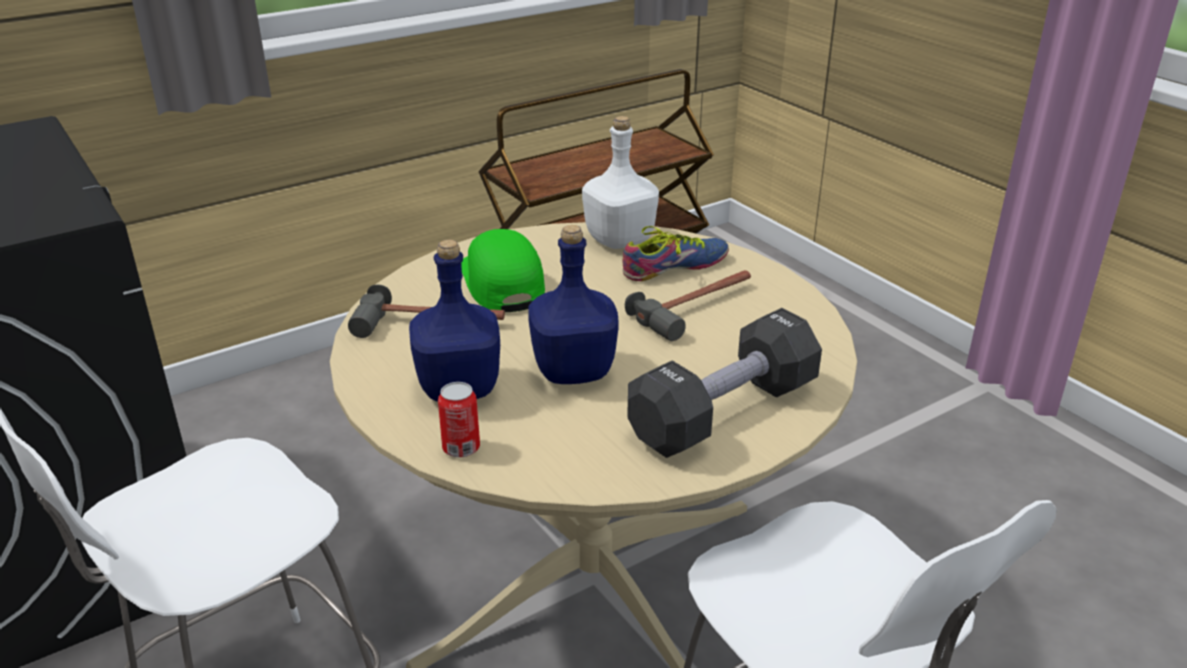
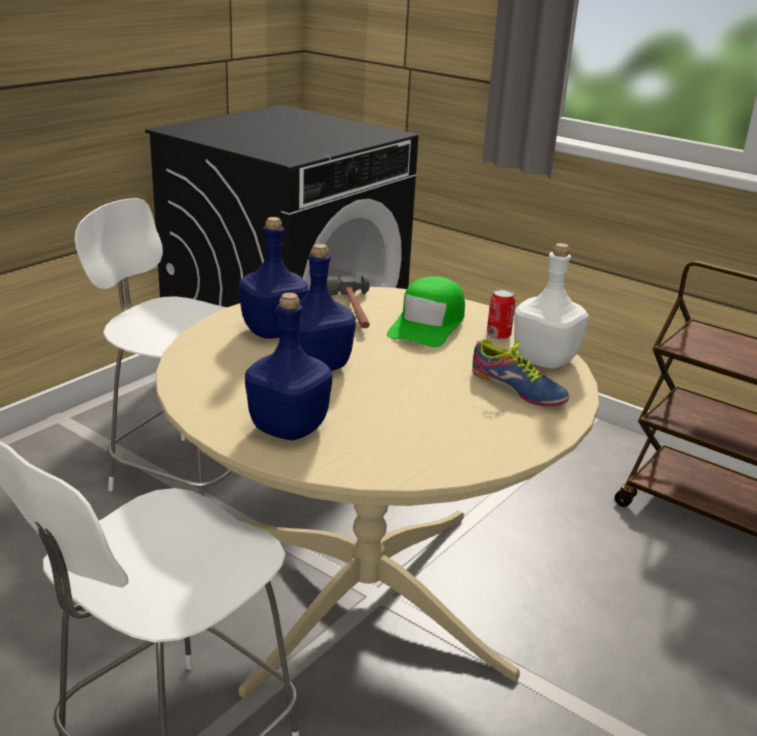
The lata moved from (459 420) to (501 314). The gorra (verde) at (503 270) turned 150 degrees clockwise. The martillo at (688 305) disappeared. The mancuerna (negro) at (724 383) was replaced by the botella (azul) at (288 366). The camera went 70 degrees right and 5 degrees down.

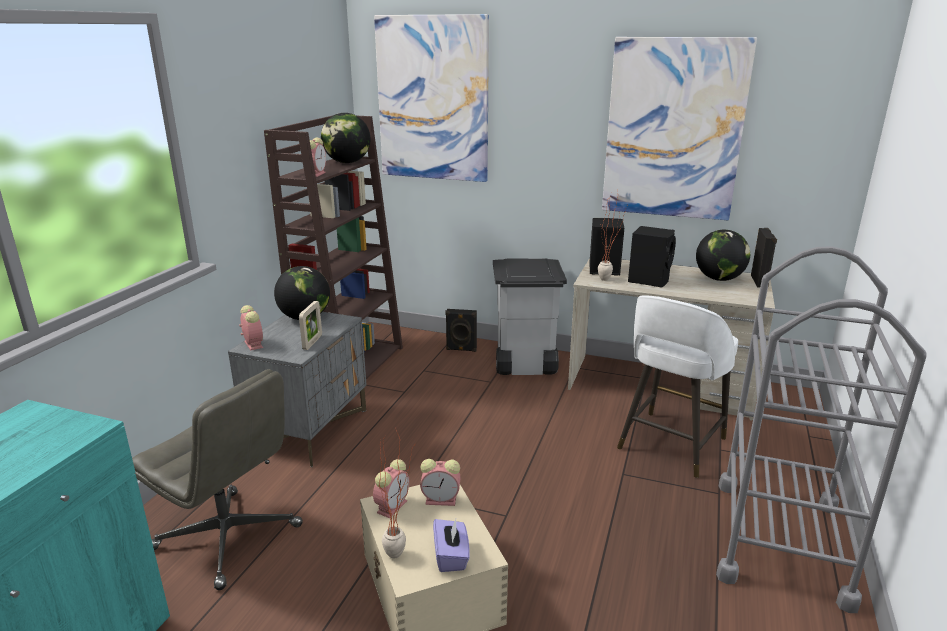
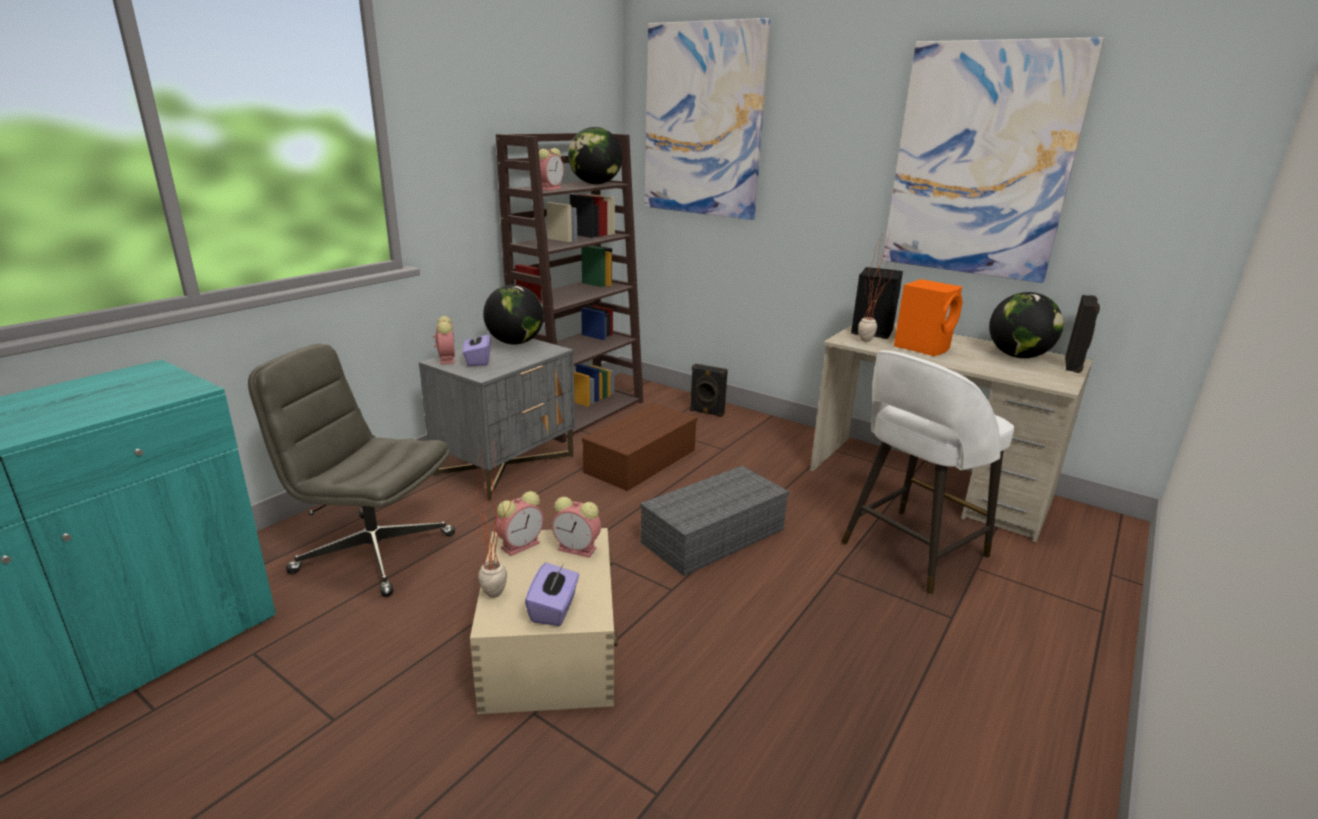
The silla de oficina (gris) at (217 479) turned 150 degrees clockwise. The portarretratos at (310 325) disappeared. The papelera (gris) at (530 316) disappeared. The altavoz (negro) at (652 257) became the altavoz (naranja) at (928 317). The carrito (gris) at (821 429) disappeared. The caja de pañuelos (morado) at (476 347) appeared. The caja de almacenaje (marrón) at (640 447) appeared. The caja de almacenaje (gris) at (714 521) appeared. The camera went 15 degrees right and 0 degrees up.

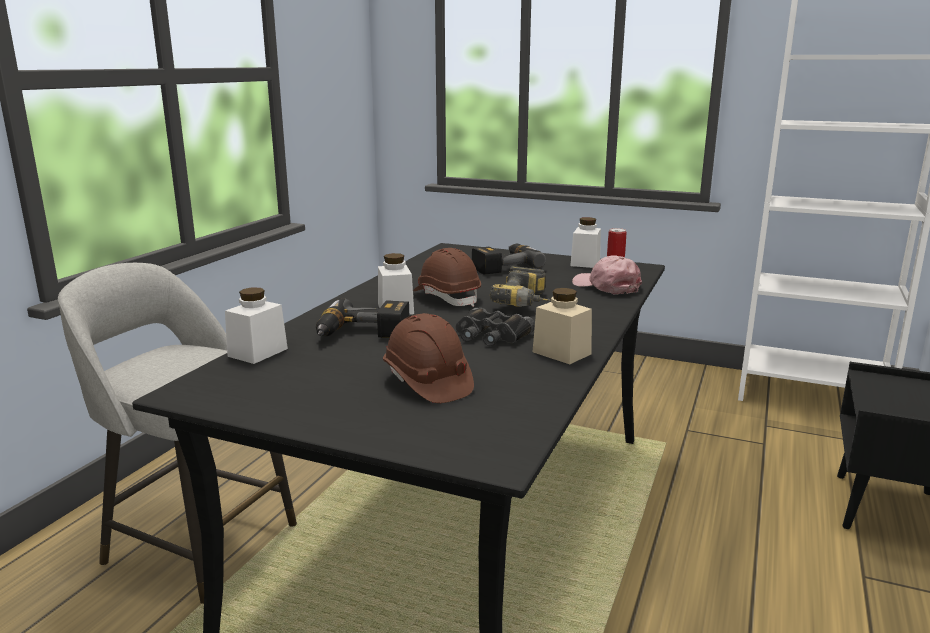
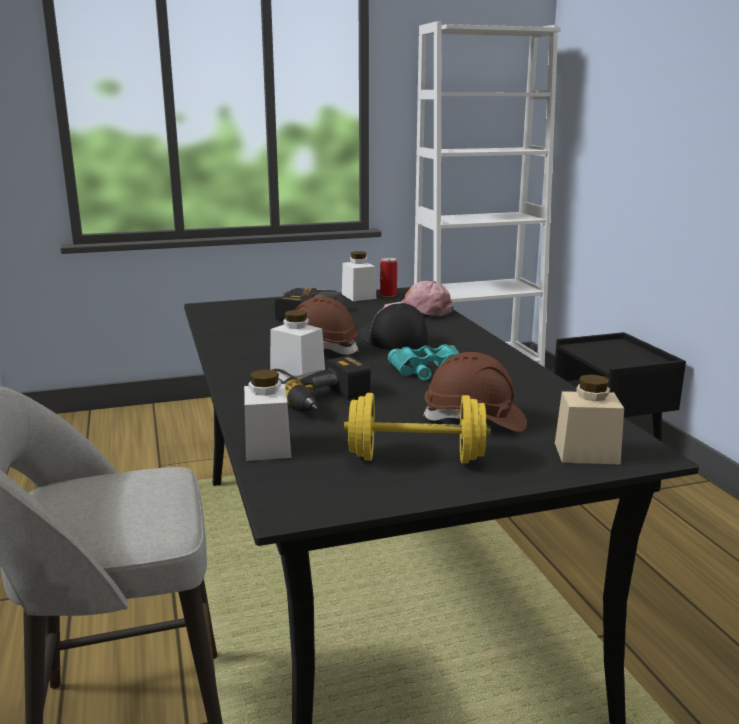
The prismáticos (negro) at (495 327) became the prismáticos (turquesa) at (424 362). The taladro at (520 286) was replaced by the gorra at (393 326). The tarro (beis) moved from (562 326) to (589 419). The mancuerna (amarillo) at (417 428) appeared. The camera went 40 degrees left and 0 degrees up.

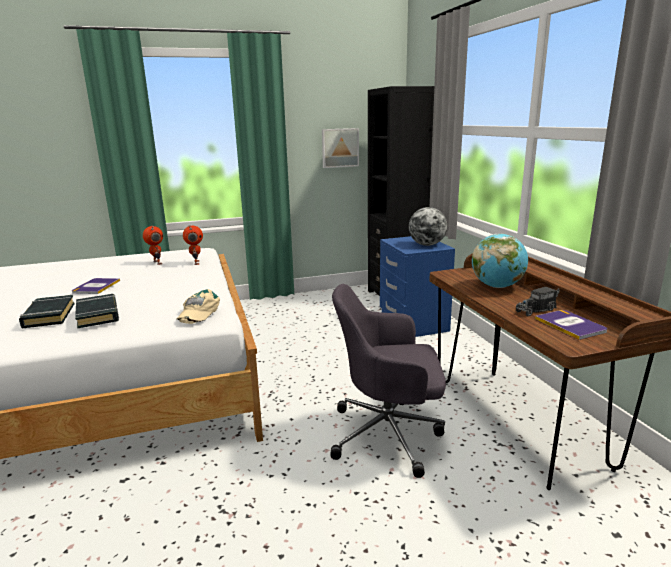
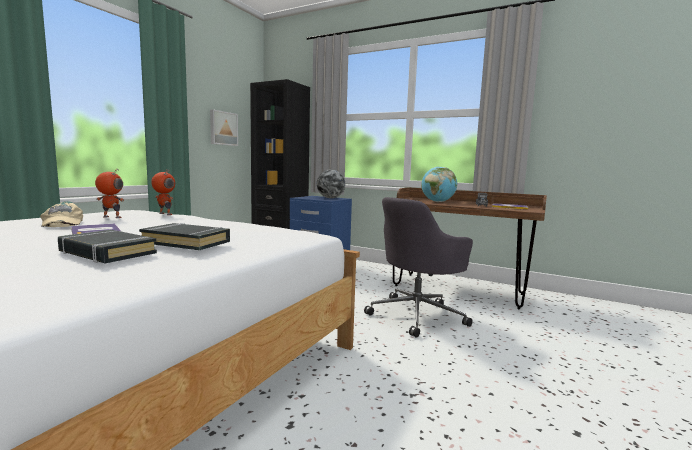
The gorra (beis) moved from (198 306) to (61 214). The camera went 45 degrees left and 10 degrees down.

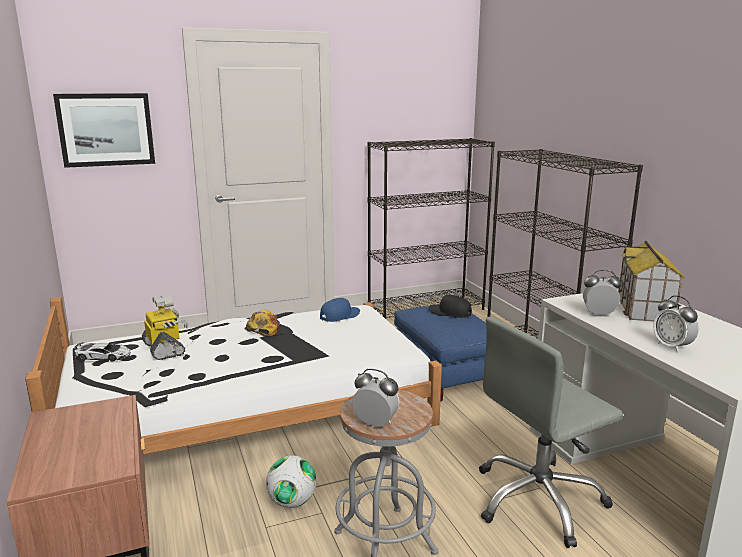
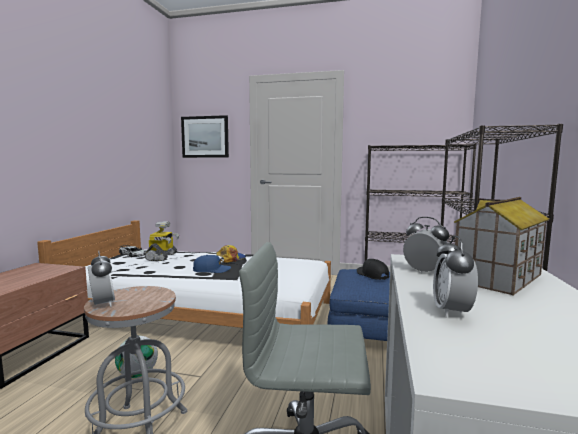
The gorra (azul) moved from (340 310) to (212 264). The camera went 35 degrees right and 10 degrees down.

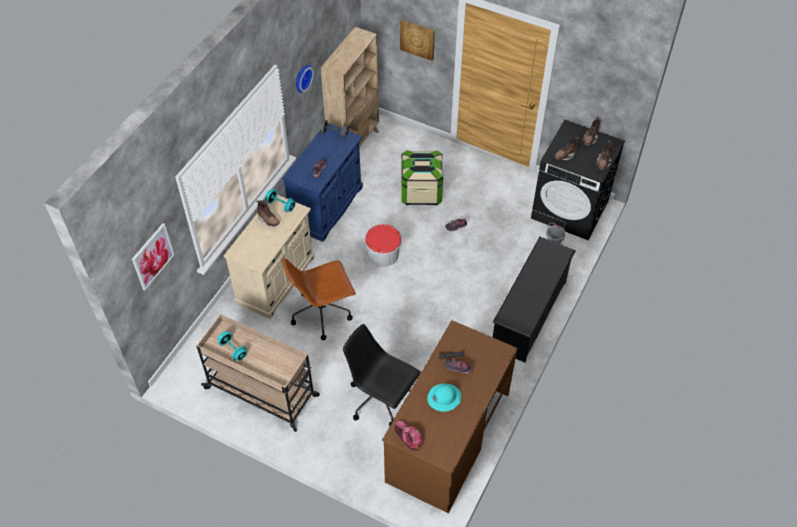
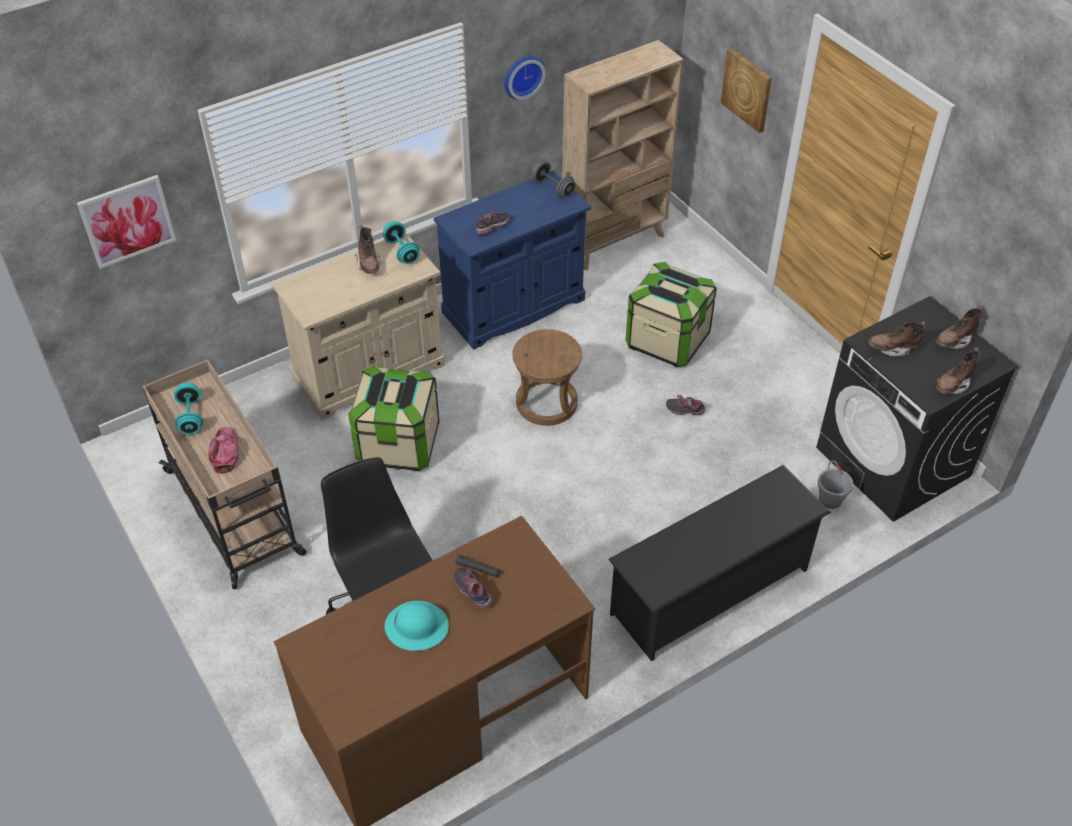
The silla de oficina (marrón) at (319 298) was replaced by the caja de almacenaje at (393 418). The cubo at (383 245) was replaced by the taburete (marrón) at (547 377). The gorra moved from (409 435) to (223 450). The camera went 30 degrees right and 5 degrees down.

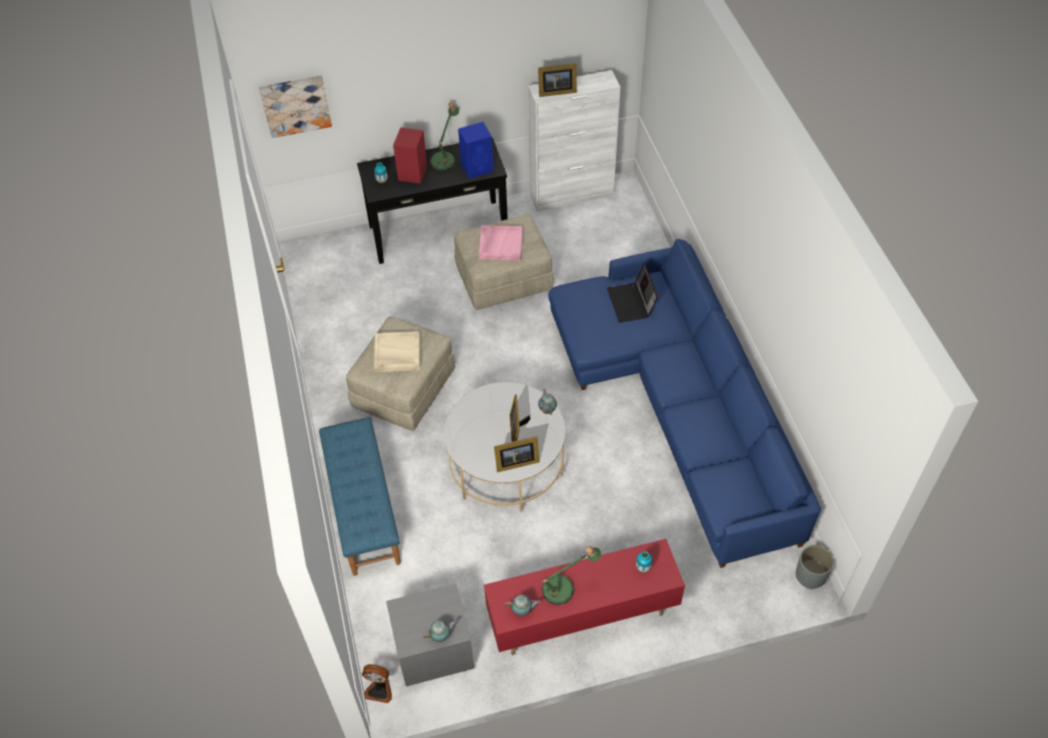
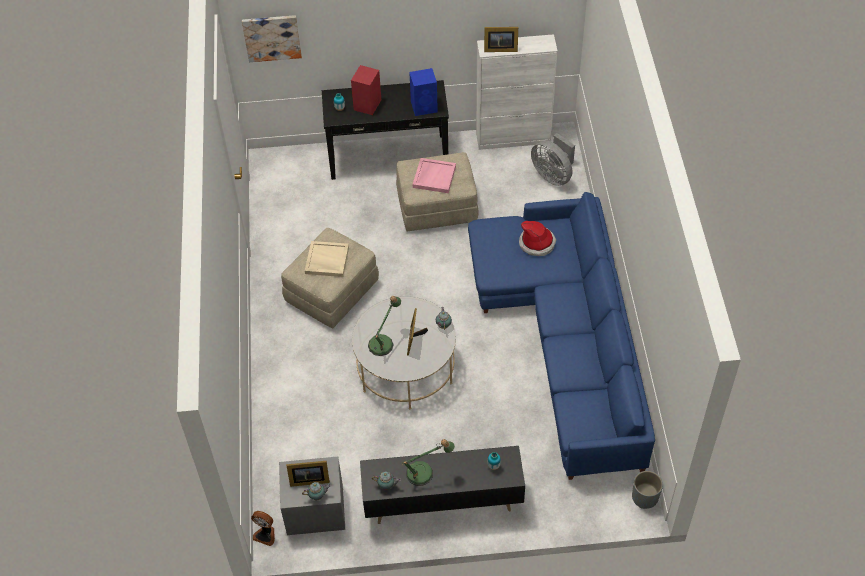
The banco (azul) at (360 496) disappeared. The lámpara de mesa moved from (444 136) to (384 326). The mueble de televisión (rojo) at (584 597) became the mueble de televisión (negro) at (442 485). The portarretratos moved from (516 454) to (308 474). The portátil at (632 293) was replaced by the sombrero at (537 238). The ventilador (gris) at (553 159) appeared. The camera went 10 degrees right and 0 degrees up.

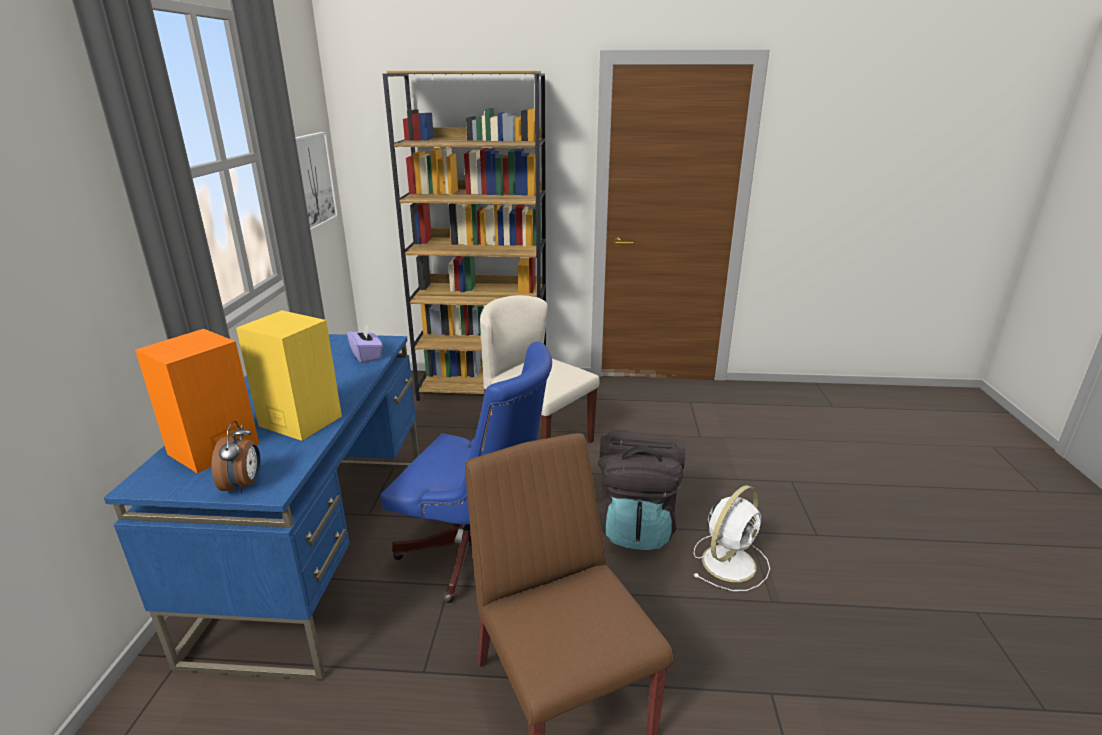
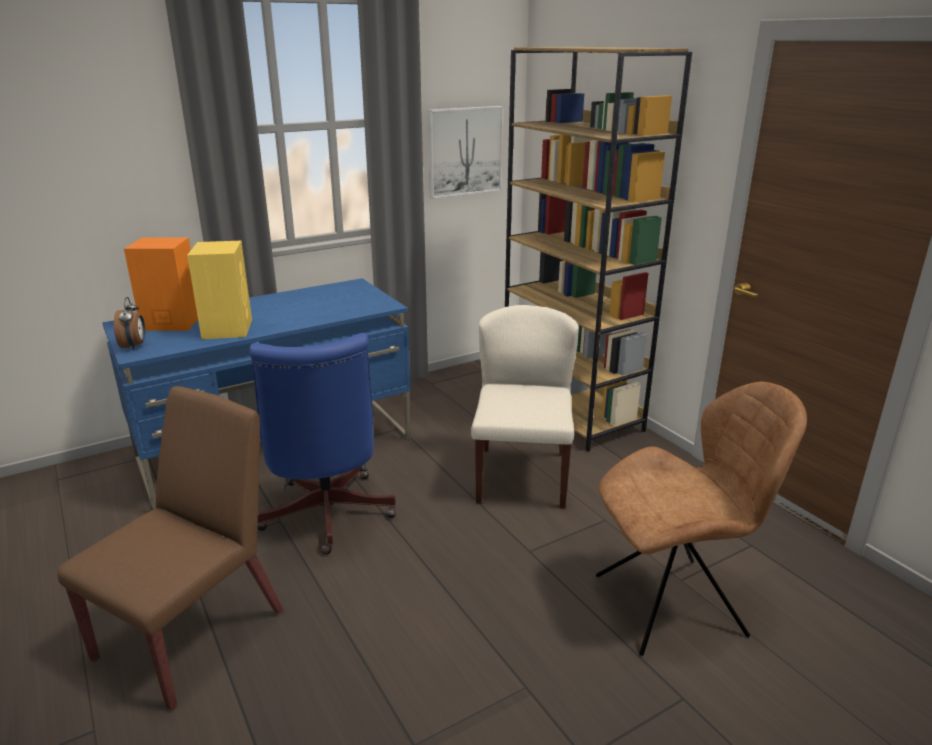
The despertador at (236 457) turned 60 degrees counterclockwise. The caja de pañuelos (morado) at (365 343) disappeared. The mochila (negro) at (641 490) disappeared. The ventilador (blanco) at (731 538) disappeared. The silla (marrón) at (701 519) appeared. The camera went 55 degrees right and 0 degrees up.

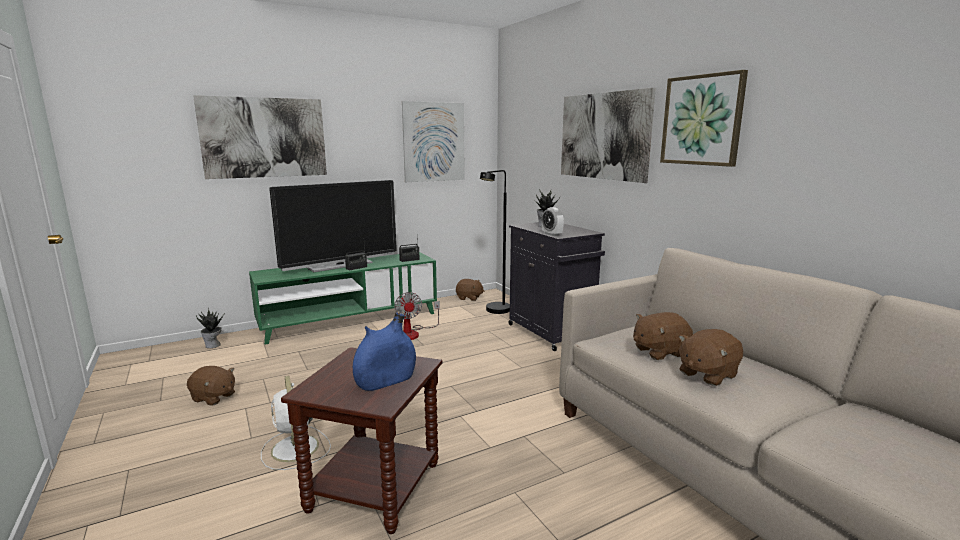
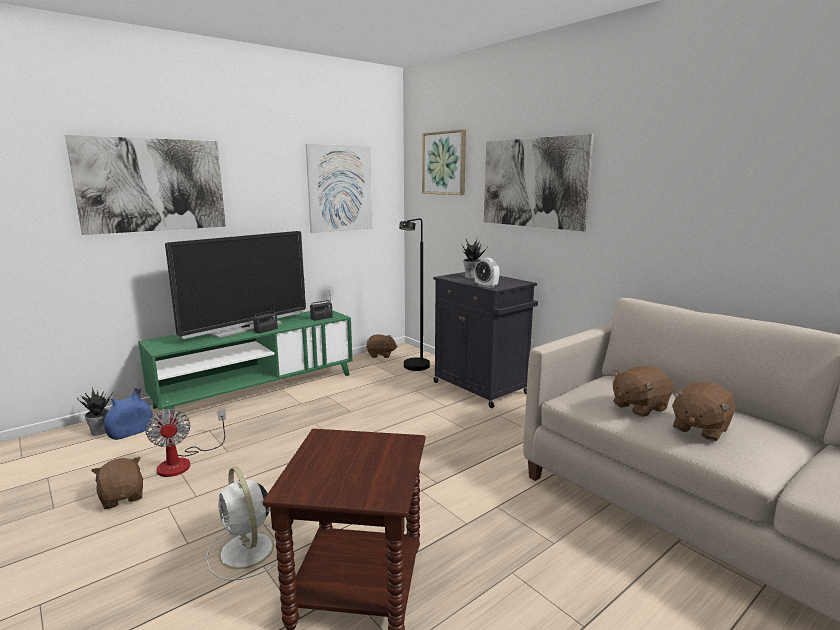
The peluche (marrón) at (211 386) turned 135 degrees counterclockwise. The florero (azul) moved from (384 351) to (128 414). The ventilador moved from (417 316) to (185 443). The cuadro moved from (704 118) to (444 162). The camera went 10 degrees left and 0 degrees up.

